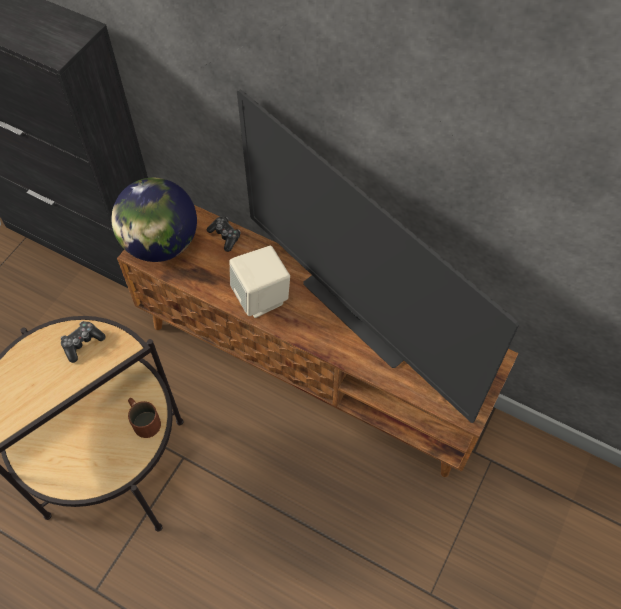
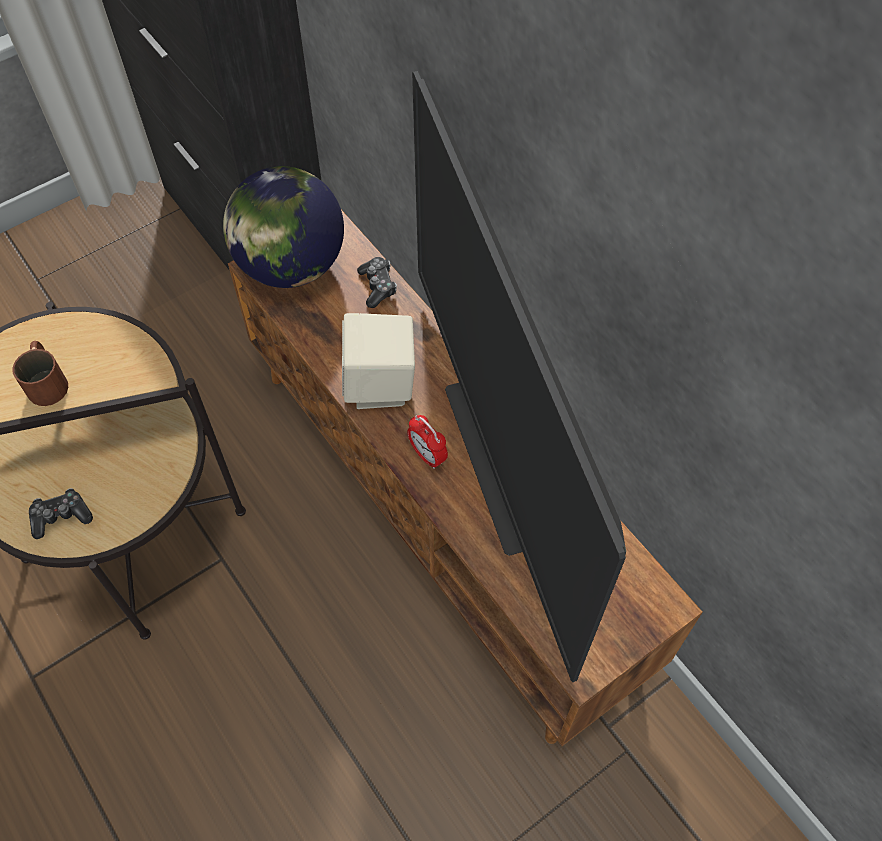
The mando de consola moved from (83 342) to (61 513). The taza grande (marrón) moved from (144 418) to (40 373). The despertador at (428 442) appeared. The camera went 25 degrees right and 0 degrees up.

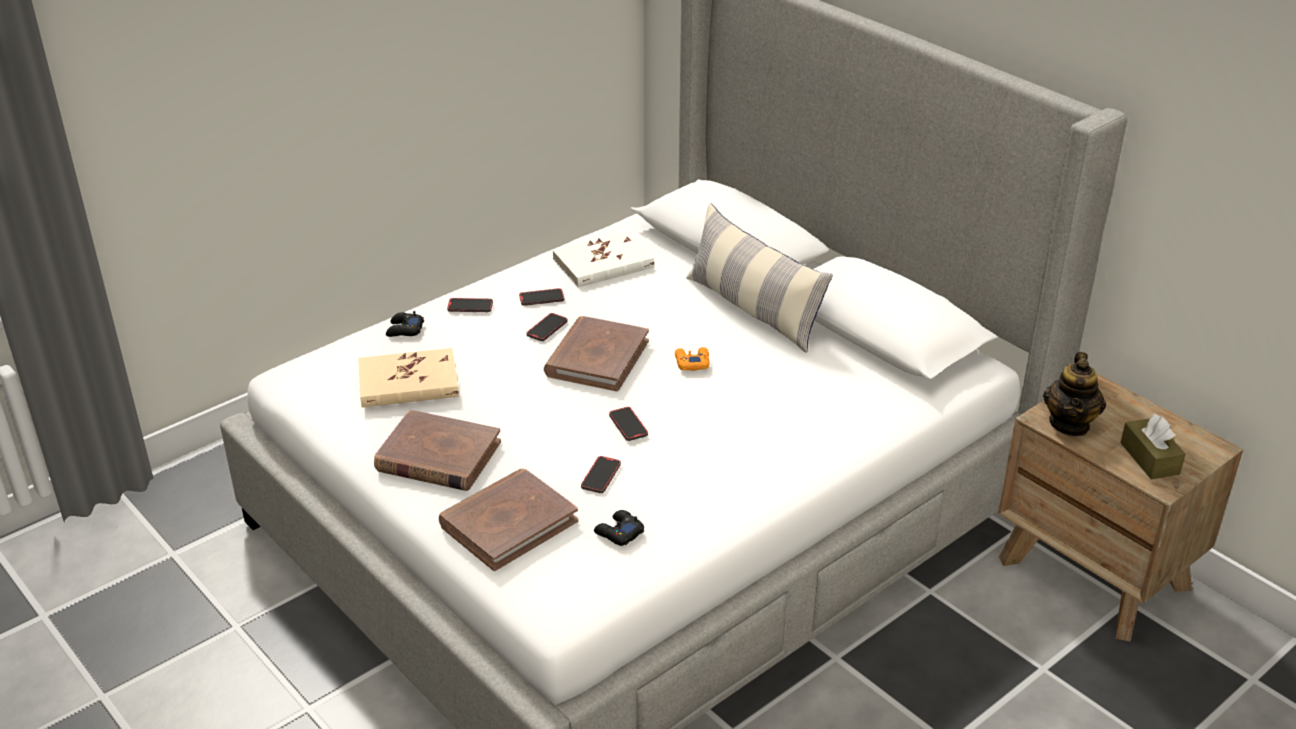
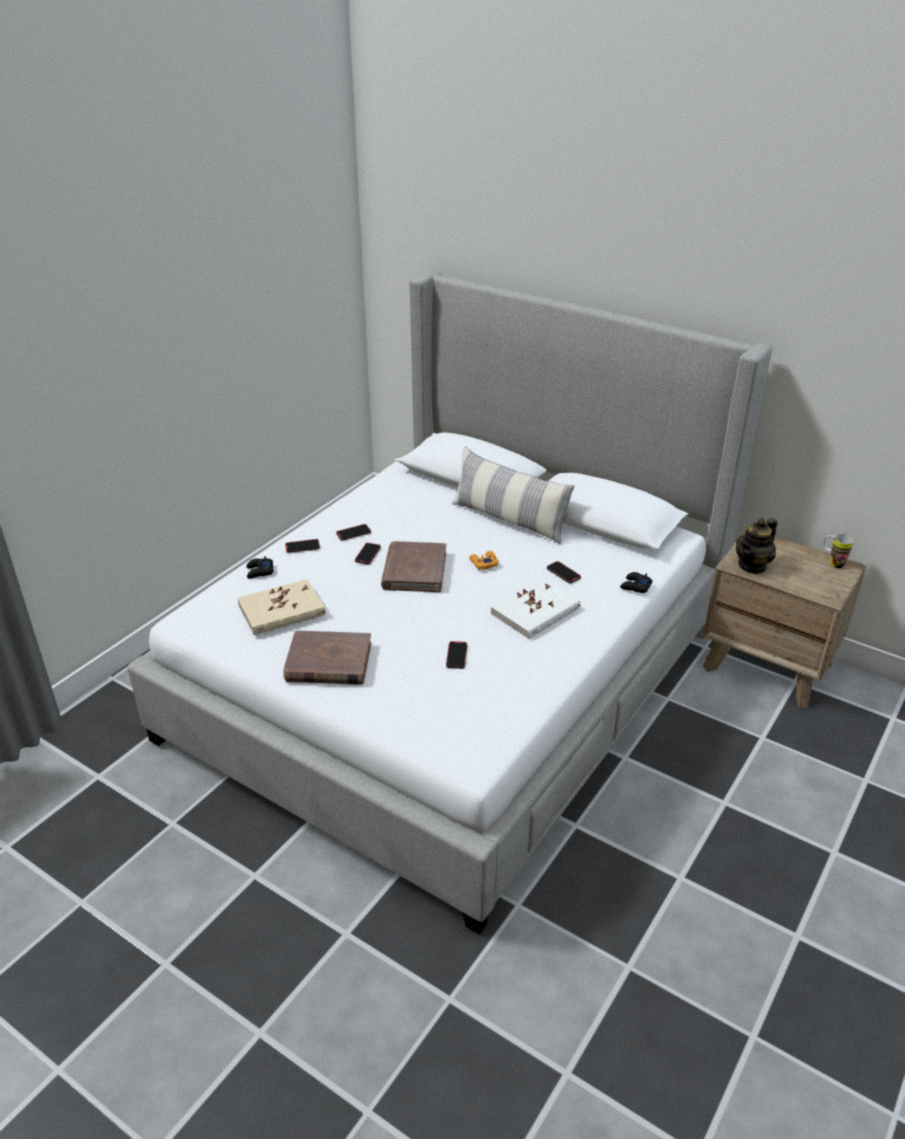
The libro (marrón) at (508 520) disappeared. The libro (blanco) moved from (603 259) to (535 608). The mando de consola (negro) moved from (619 528) to (636 582). The móvil moved from (628 424) to (564 572). The tetera at (1074 394) turned 45 degrees clockwise. The caja de pañuelos (marrón) at (1153 446) disappeared. The taza grande at (839 551) appeared. The camera went 15 degrees left and 0 degrees up.

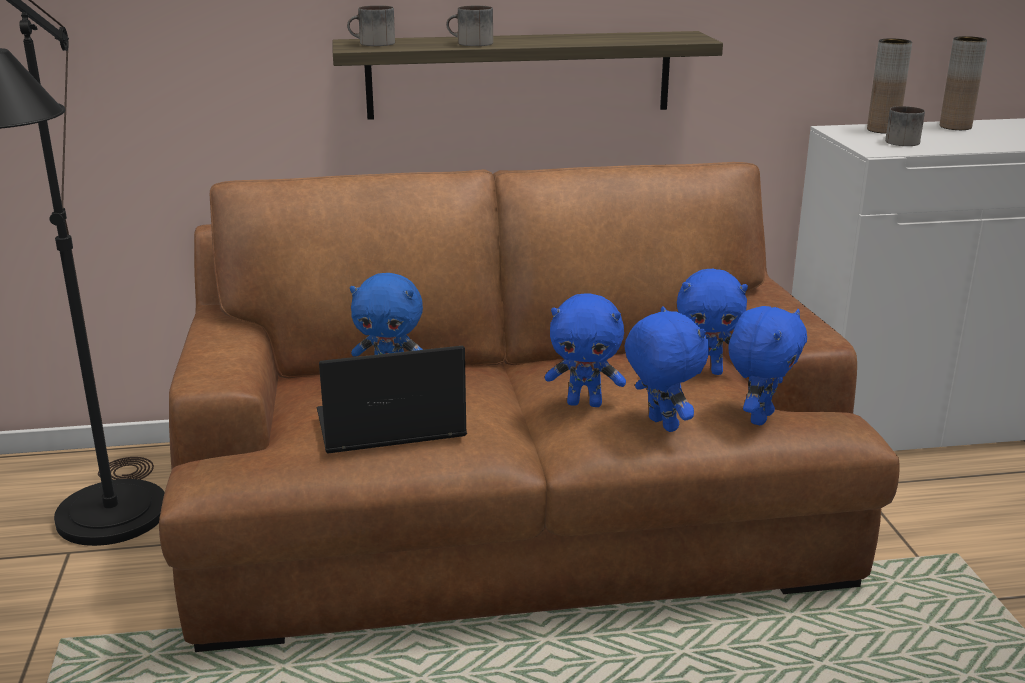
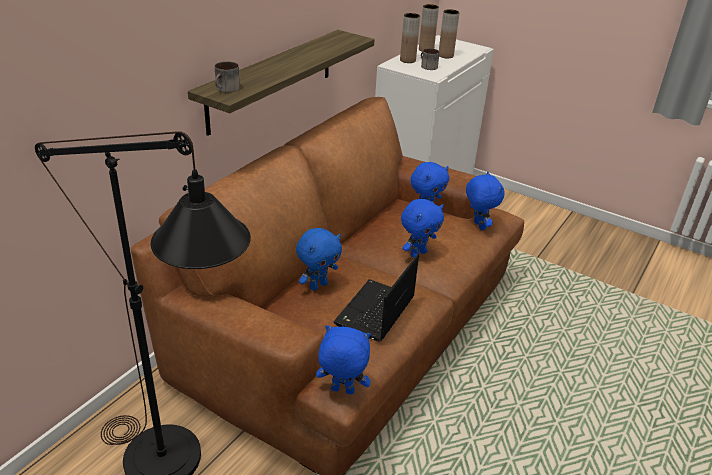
The taza grande at (469 25) disappeared. The peluche (azul) moved from (666 369) to (343 360). The florero (marrón) at (449 33) appeared. The camera went 50 degrees left and 10 degrees up.

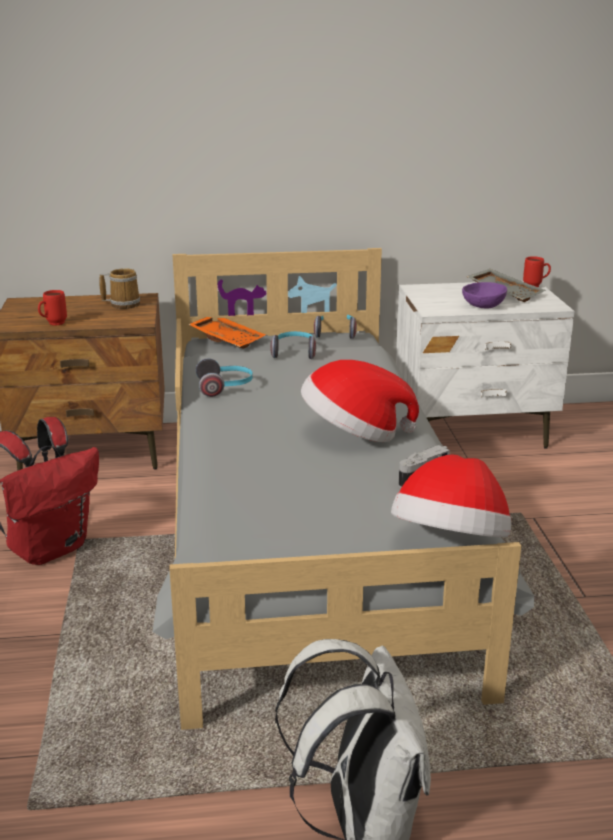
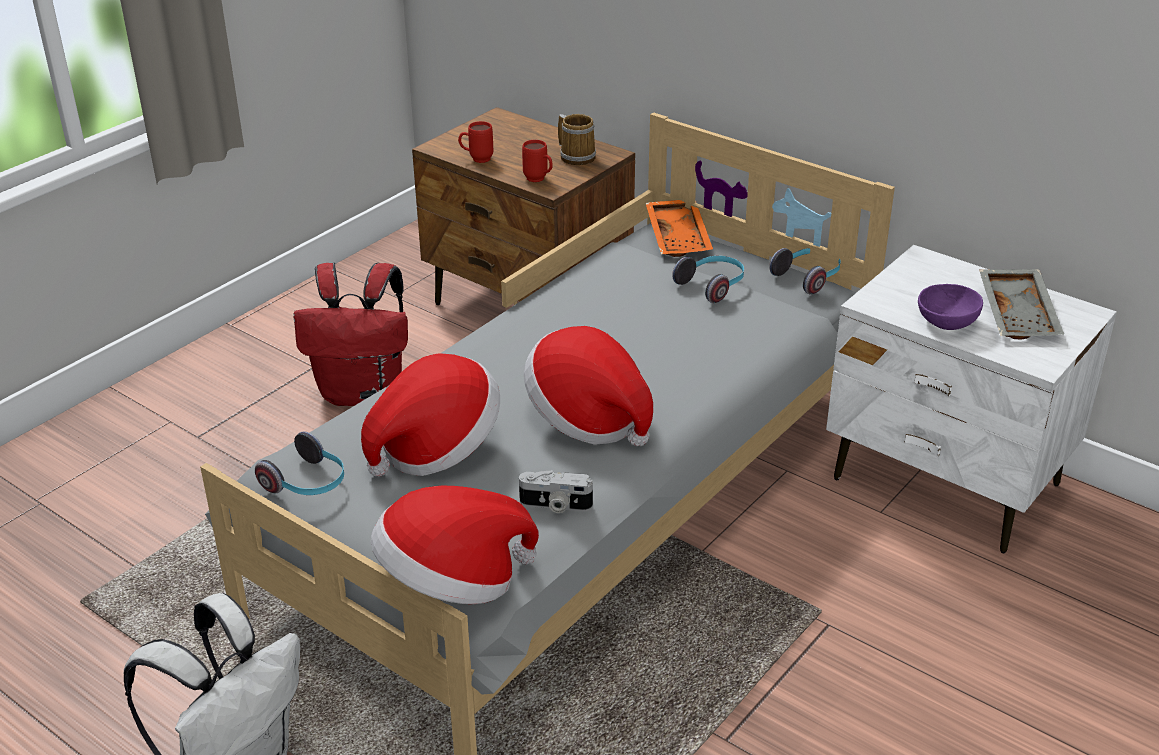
The auriculares moved from (224 377) to (299 463). The taza grande (rojo) moved from (537 271) to (537 161). The sombrero at (430 415) appeared. The camera went 45 degrees right and 10 degrees up.

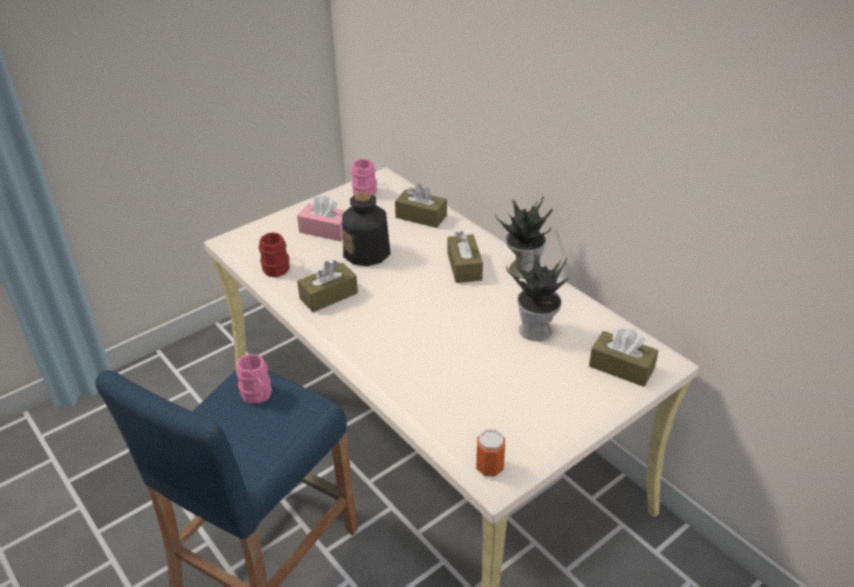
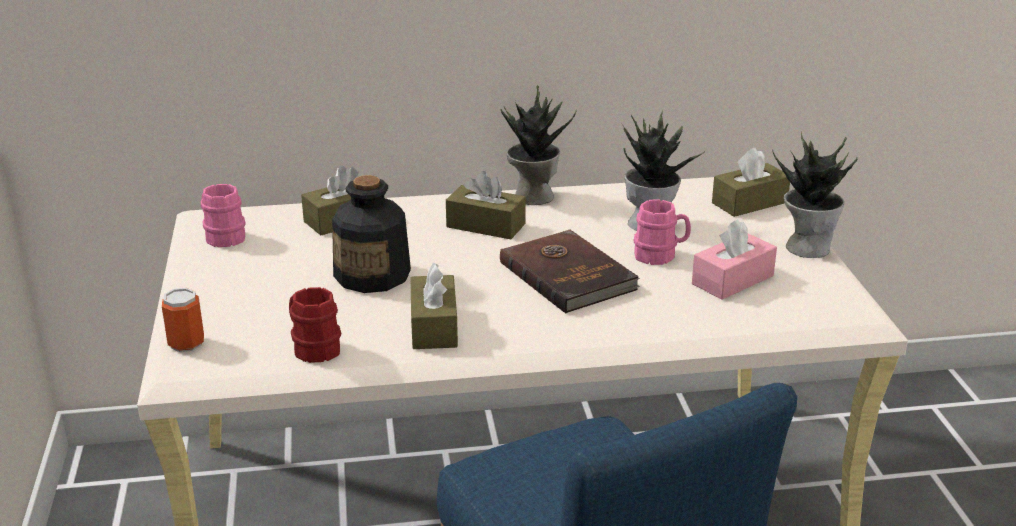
The taza grande (rosa) moved from (254 379) to (662 232). The caja de pañuelos (rosa) moved from (321 218) to (734 259). The lata moved from (490 453) to (183 320). The libro (marrón) at (570 271) appeared. The planta en maceta at (815 195) appeared. The camera went 60 degrees left and 10 degrees down.

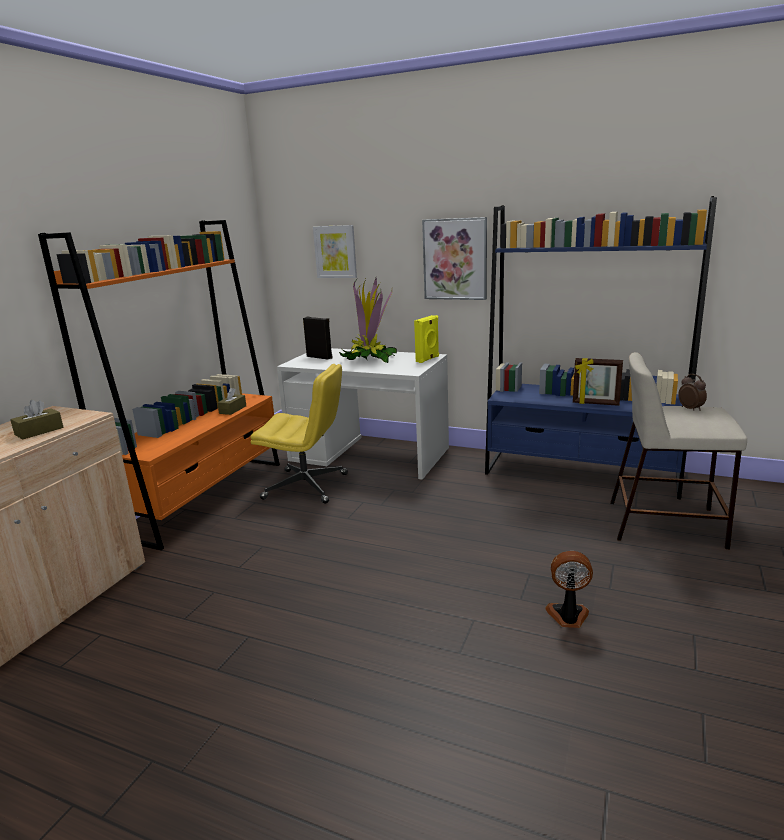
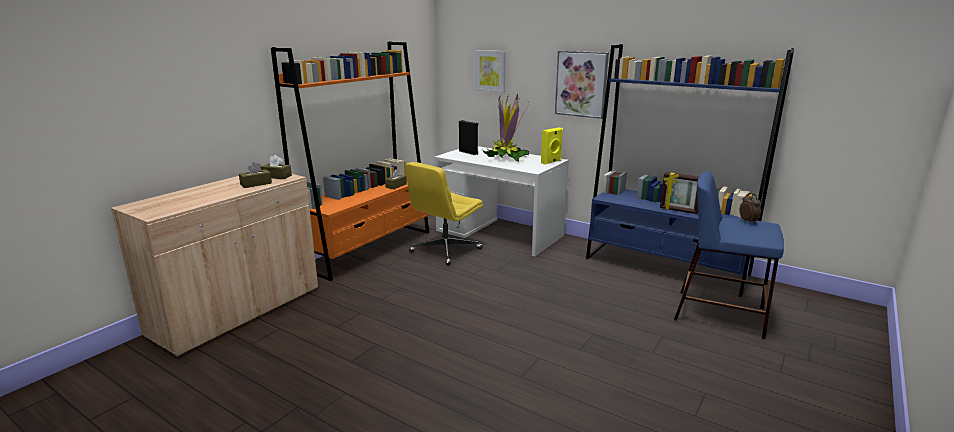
The silla de oficina (amarillo) at (299 434) turned 105 degrees clockwise. The ventilador at (569 589) disappeared. The taburete (beis) at (678 450) became the taburete (azul) at (729 255). The caja de pañuelos (marrón) at (276 167) appeared. The camera went 10 degrees right and 0 degrees up.

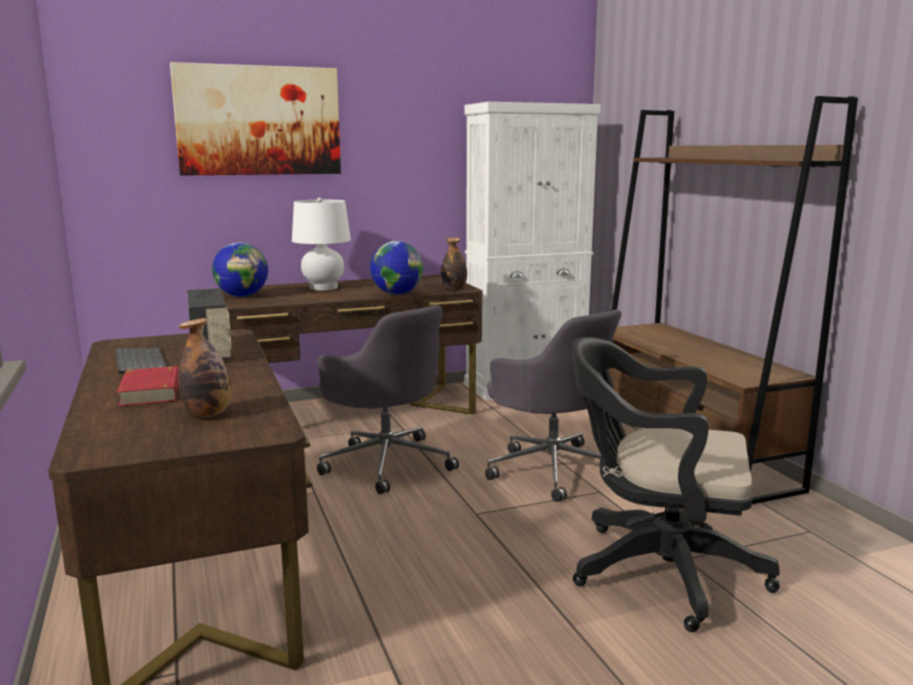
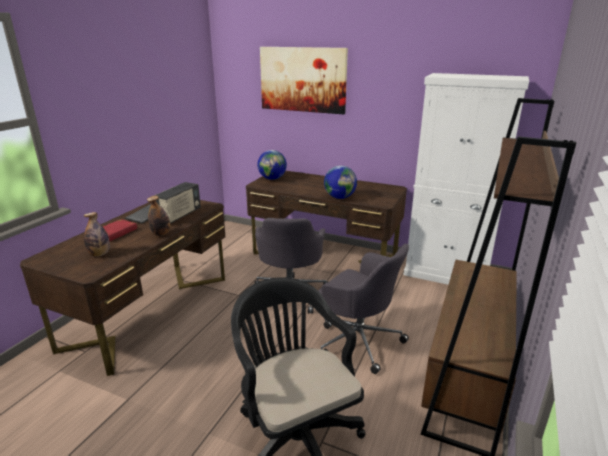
The lámpara de mesa (blanco) at (321 243) disappeared. The botella moved from (454 264) to (158 216). The silla de oficina (gris) at (553 405) turned 60 degrees counterclockwise. The camera went 45 degrees right and 10 degrees up.

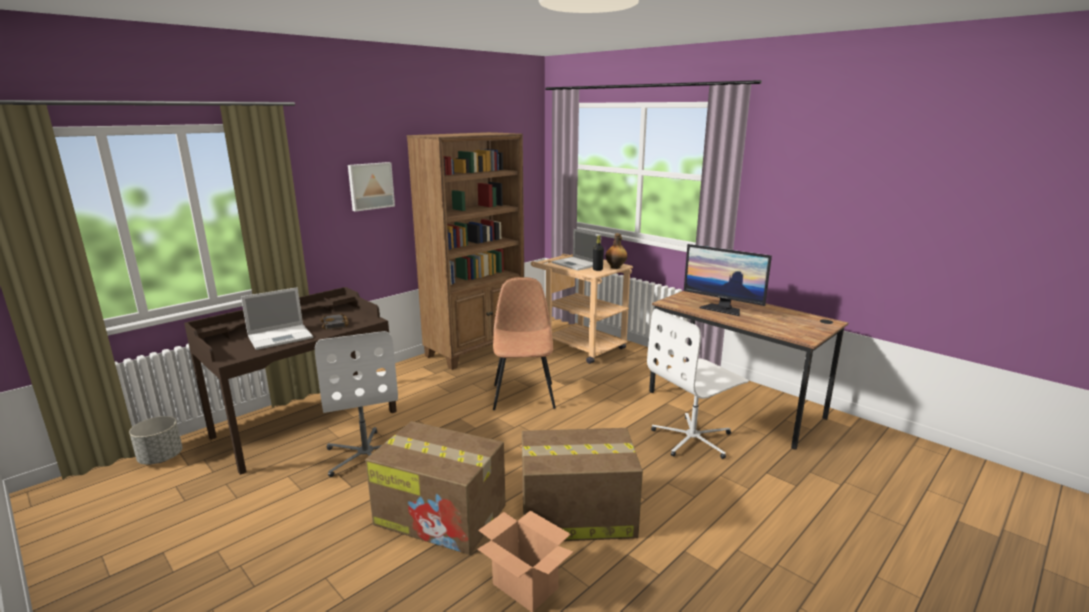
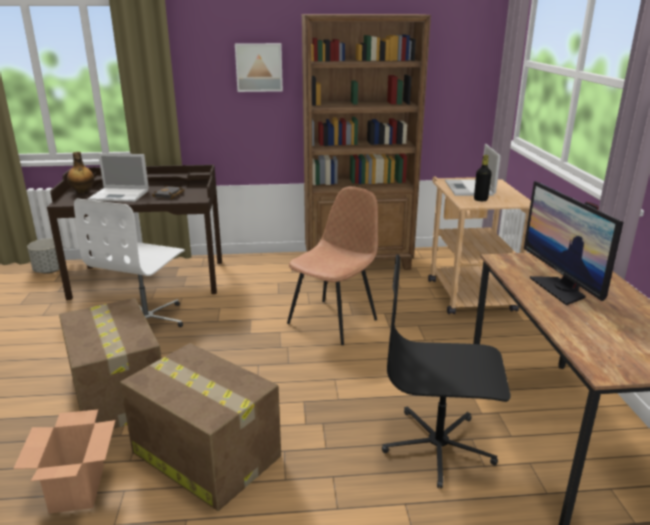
The botella moved from (616 251) to (80 173). The silla de oficina (blanco) at (698 384) became the silla de oficina (negro) at (446 371). The camera went 40 degrees right and 5 degrees up.

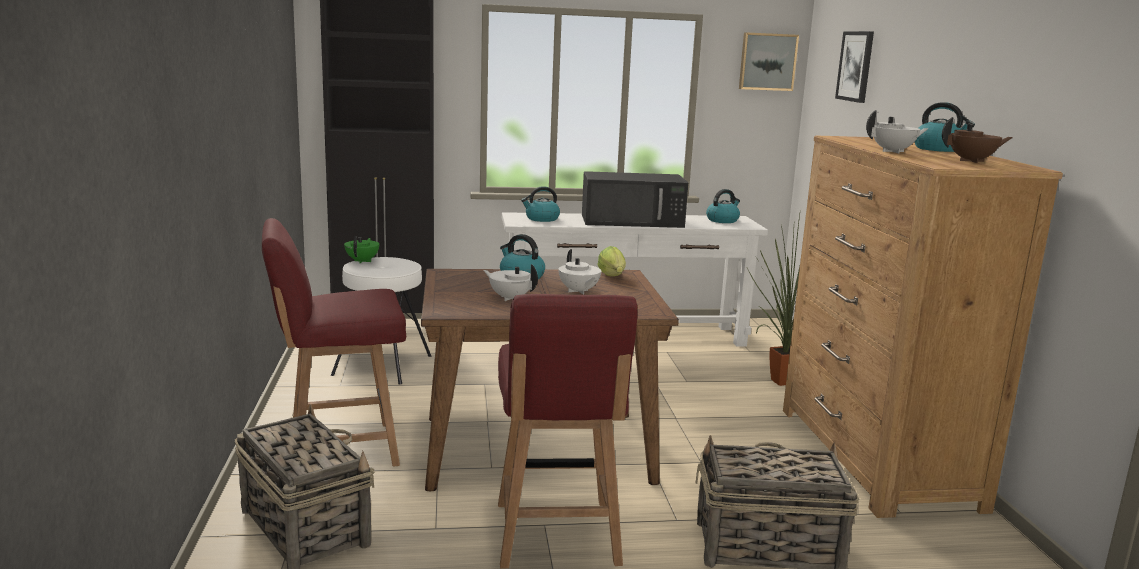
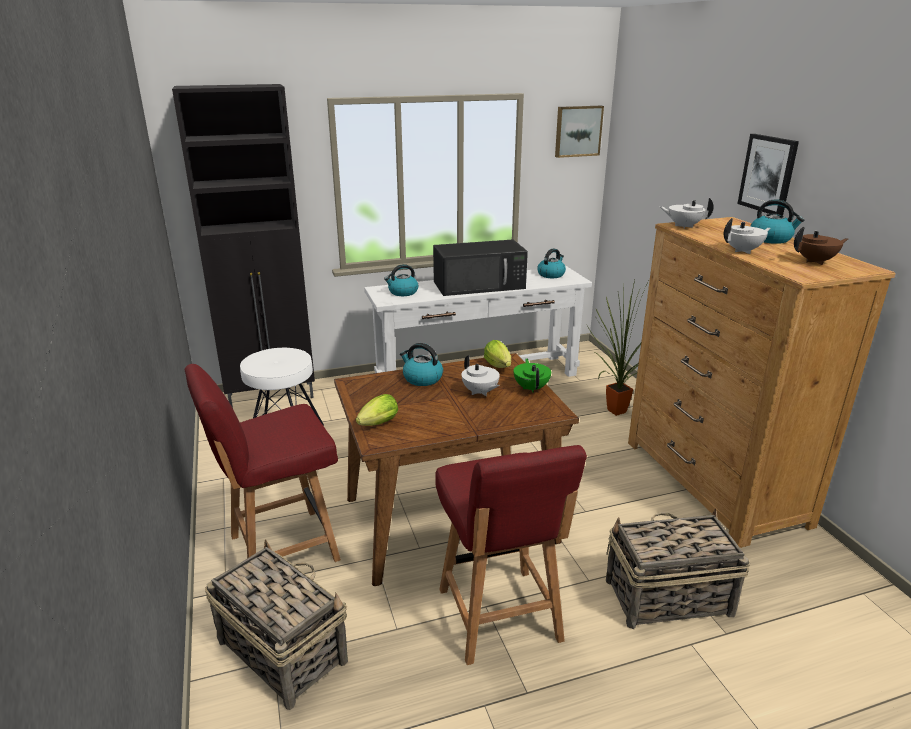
The tetera (verde) moved from (361 249) to (532 375). The tetera (blanco) moved from (510 282) to (686 213). The cuadro moved from (854 67) to (768 175). The lechuga at (377 410) appeared. The camera went 10 degrees left and 10 degrees up.

